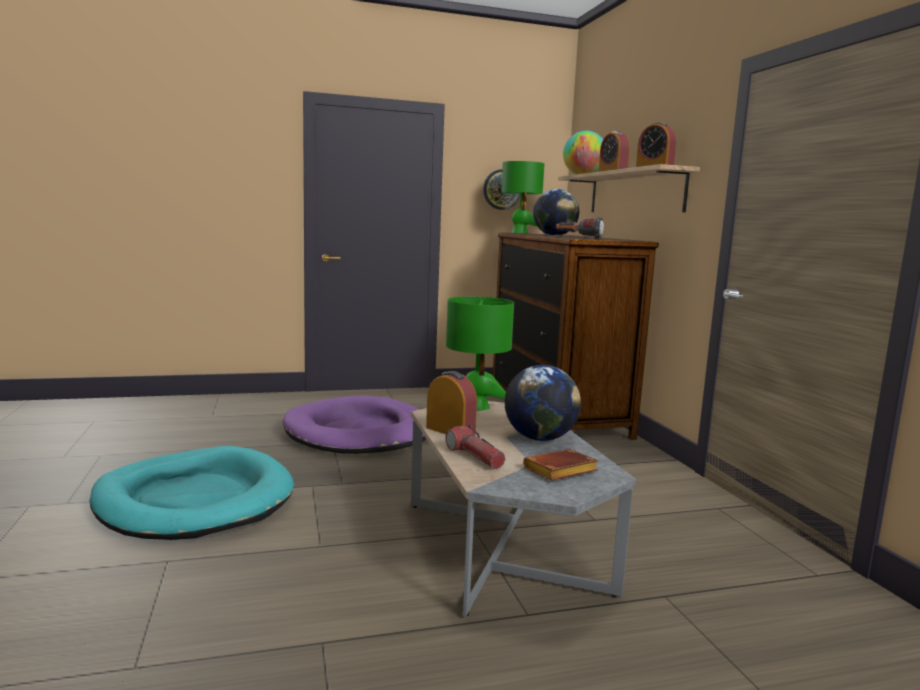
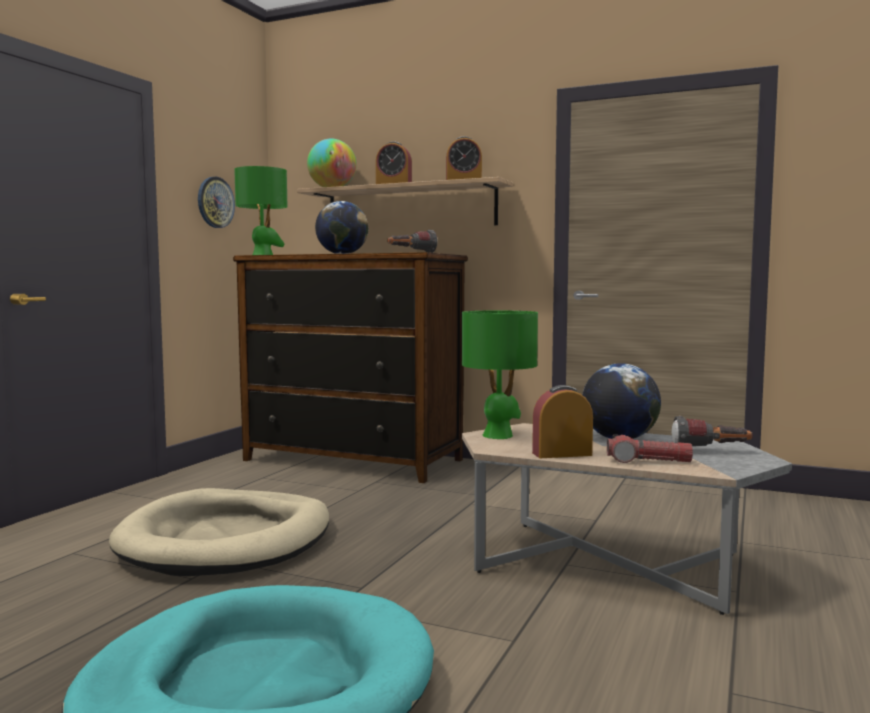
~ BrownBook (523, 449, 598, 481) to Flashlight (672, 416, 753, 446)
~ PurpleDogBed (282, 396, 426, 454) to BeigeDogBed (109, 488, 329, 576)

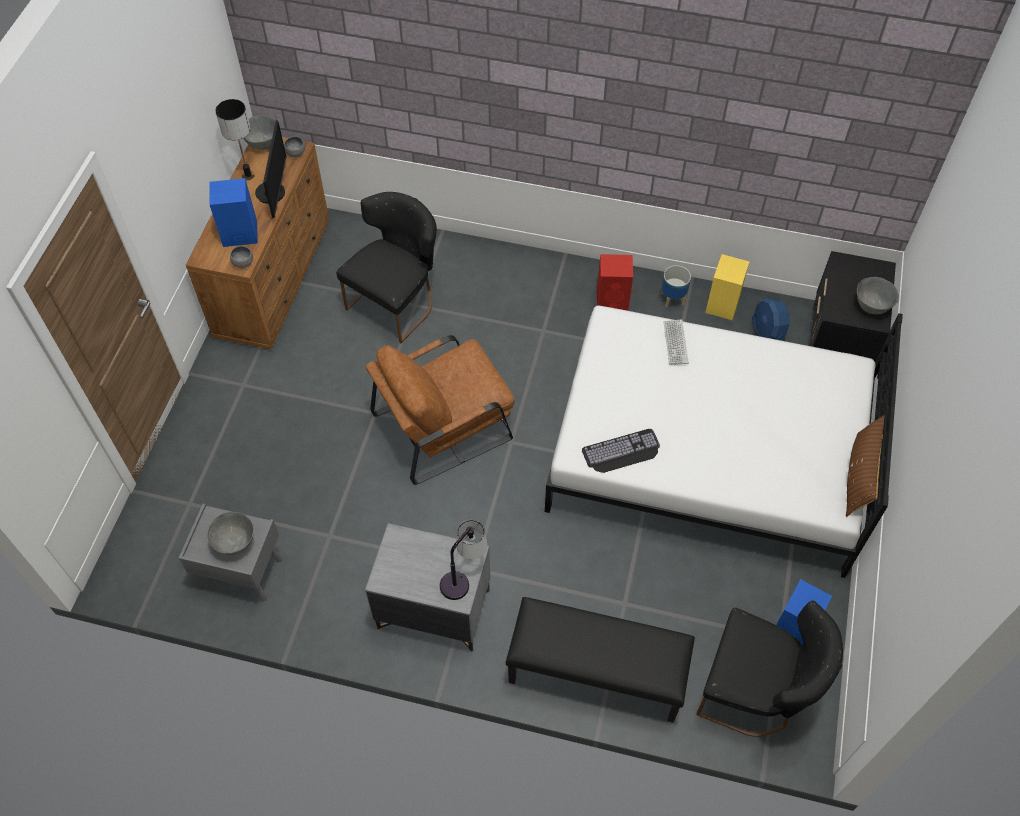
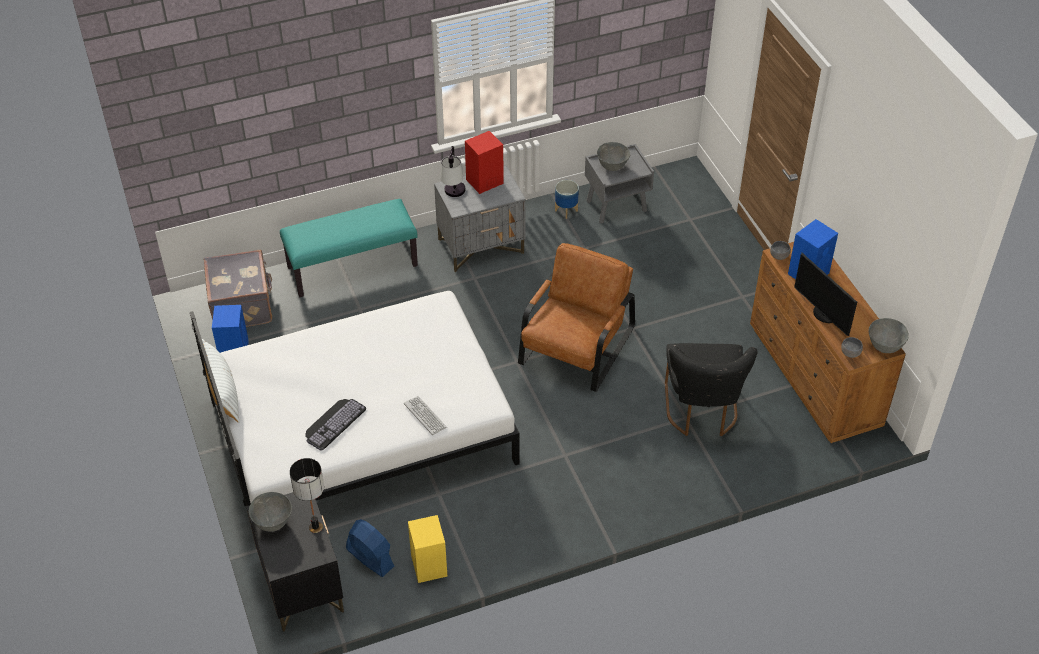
~ TableLamp (215, 99, 255, 180) to (290, 458, 324, 533)
~ Keyboard (582, 429, 660, 473) to (305, 399, 366, 451)
~ RedSpeaker (597, 254, 633, 311) to (465, 131, 504, 194)
~ Planter (661, 265, 691, 308) to (555, 180, 579, 219)
~ BlackChair (696, 601, 843, 737) to GreySuitcase (204, 250, 272, 327)
~ BlackBench (506, 597, 695, 723) to TurquoiseBench (280, 199, 418, 297)
~ BrownPillow (846, 414, 885, 517) to WhitePillow (202, 339, 239, 423)

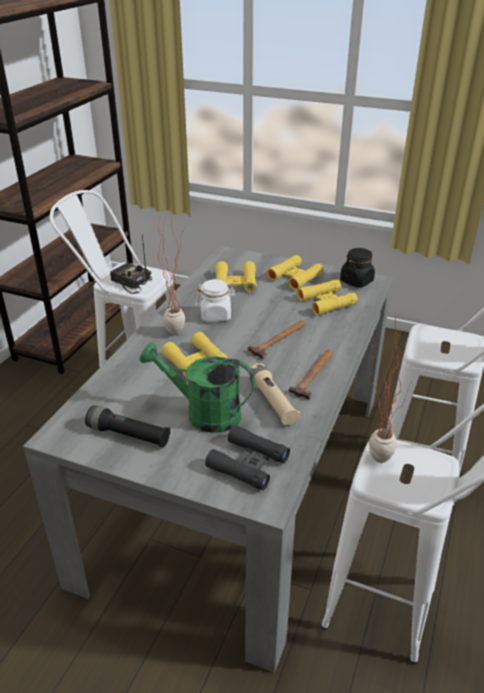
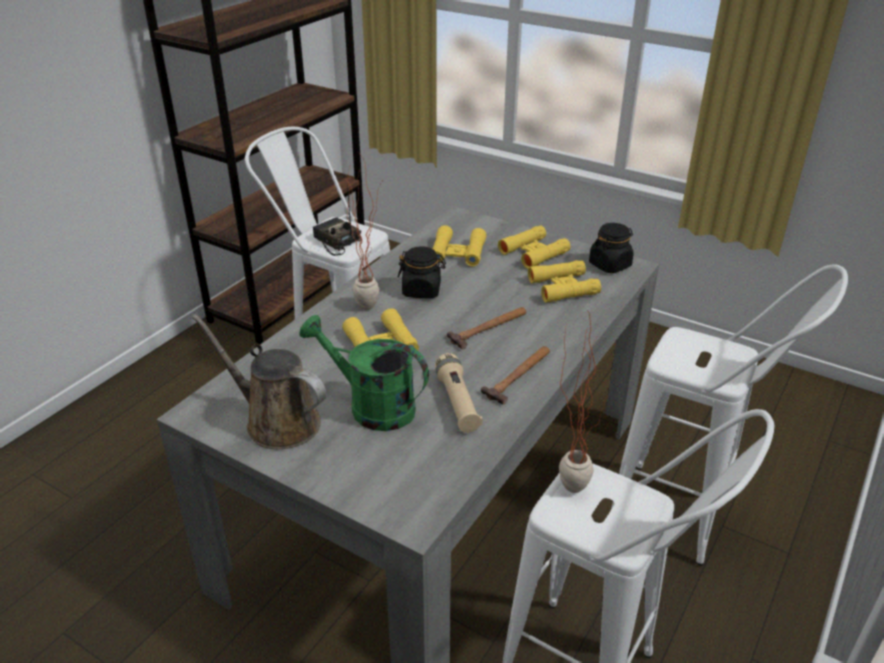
- BlackBinoculars (205, 425, 290, 490)
~ BlackFlashlight (85, 406, 171, 447) to BrownWateringCan (192, 314, 327, 449)
~ WhiteJar (196, 279, 235, 322) to BlackJar (398, 246, 446, 298)

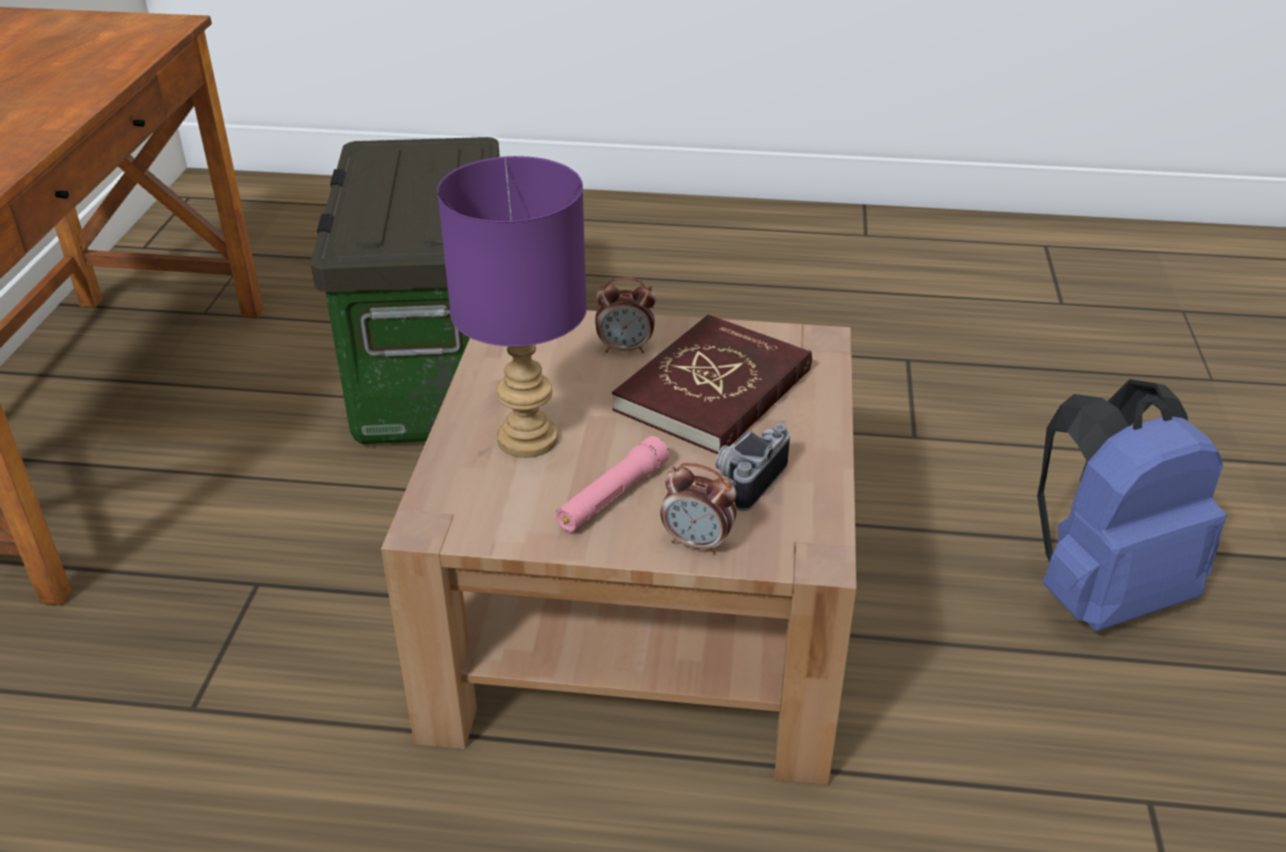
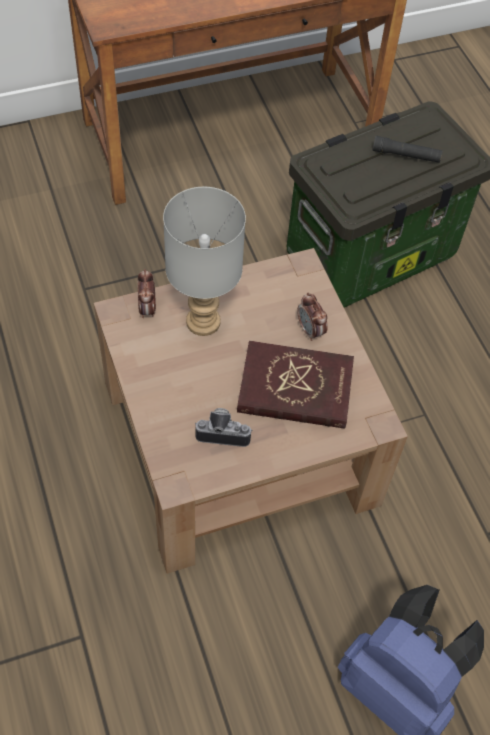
- PinkFlashlight (555, 436, 669, 532)
+ BlackFlashlight (372, 136, 443, 163)
~ AlarmClock (660, 463, 737, 555) to (138, 269, 156, 318)
~ PurpleTableLamp (437, 156, 587, 458) to GreyTableLamp (163, 187, 246, 336)

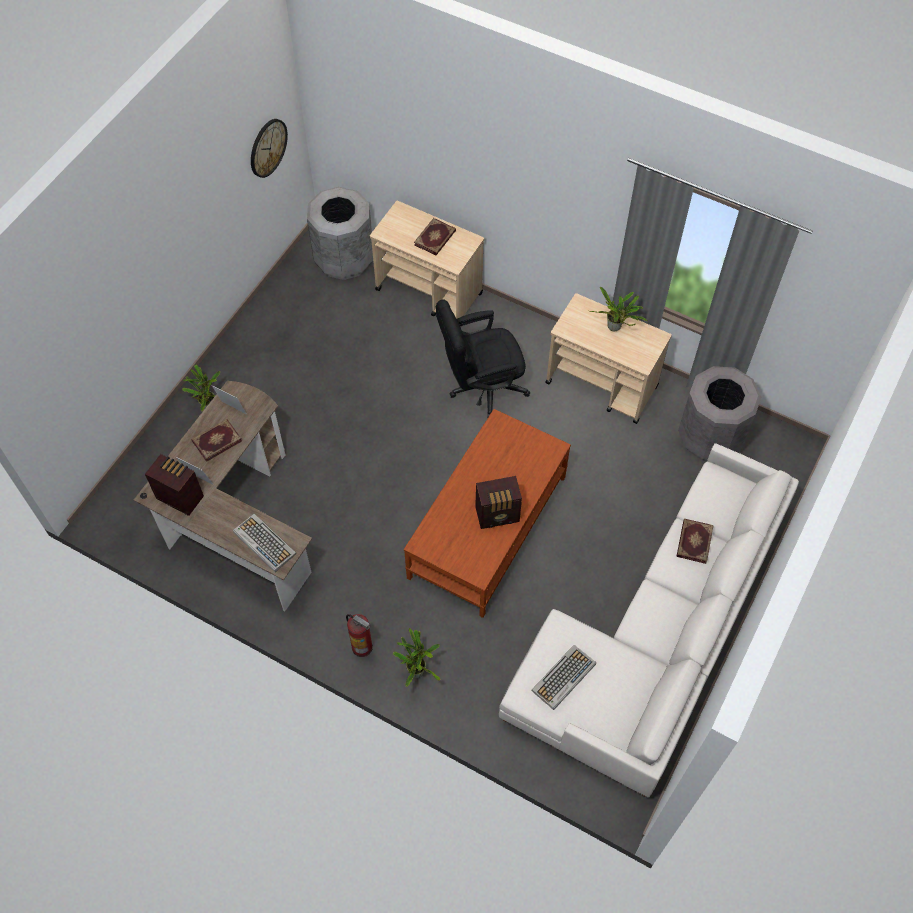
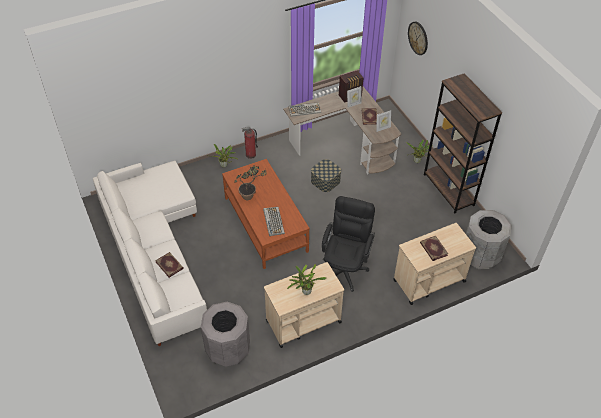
+ StorageBox (311, 159, 341, 192)
+ BrownBookcase (424, 73, 502, 214)
~ WallClock (251, 119, 288, 178) to (408, 21, 428, 55)
~ Keyboard (532, 645, 596, 710) to (263, 207, 285, 236)
~ Radio (475, 476, 522, 529) to PottedPlant (234, 166, 269, 200)

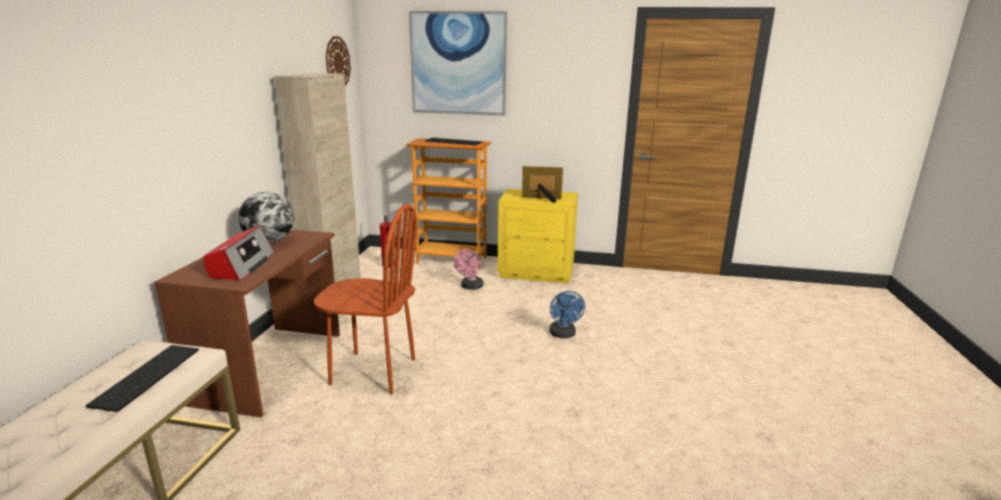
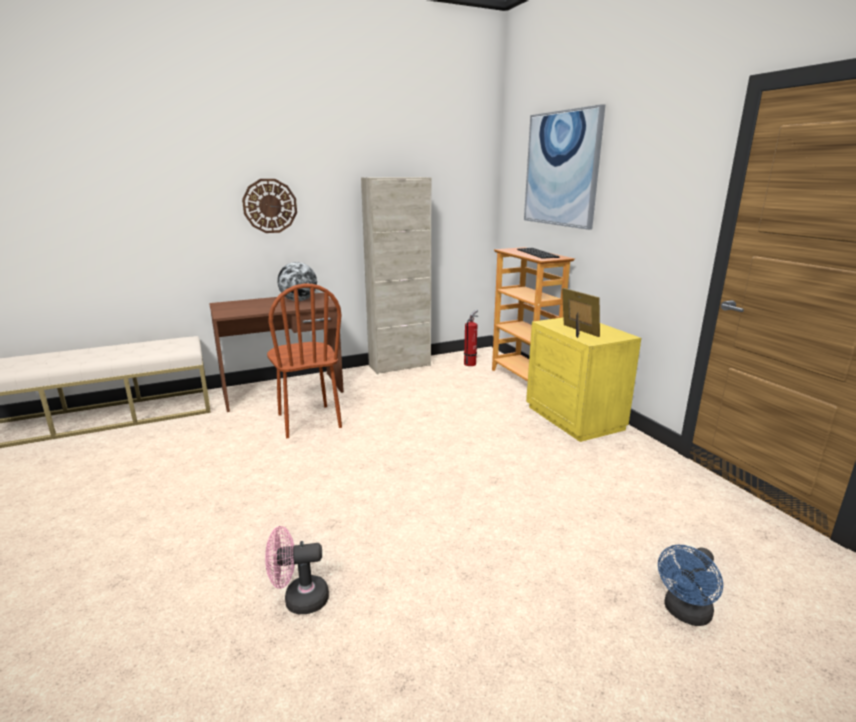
- Keyboard (86, 345, 199, 412)
- Radio (203, 226, 274, 281)
~ WallClock (326, 36, 351, 87) to (242, 179, 297, 233)
~ PinkFan (453, 248, 483, 290) to (265, 526, 329, 614)
~ BlueFan (549, 291, 585, 338) to (658, 545, 723, 626)

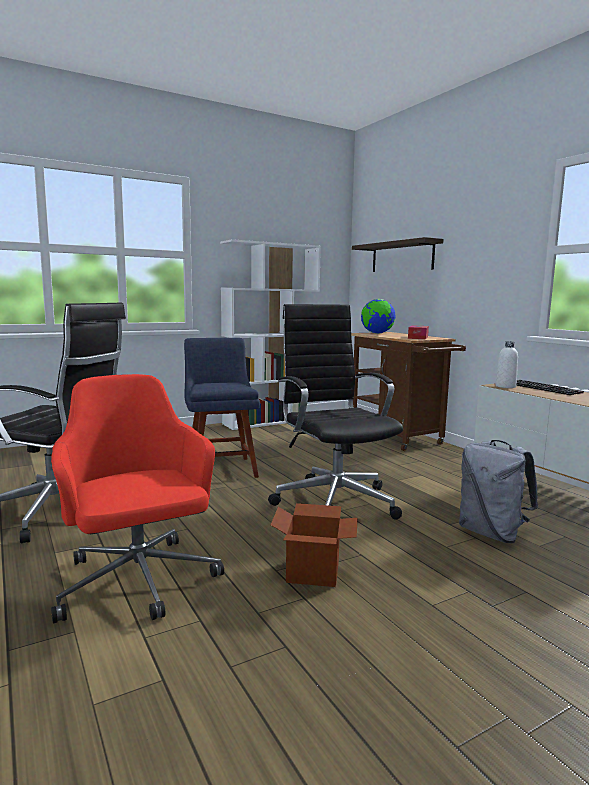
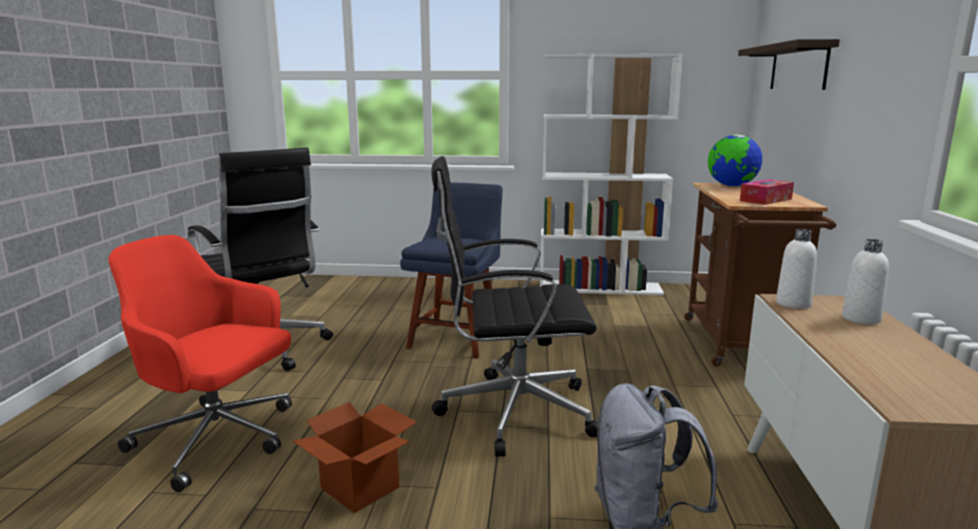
~ Keyboard (516, 380, 584, 395) to WhiteBottle (842, 239, 889, 324)
~ RedOfficeChair (51, 374, 224, 624) = (108, 235, 292, 492) 75 degrees counterclockwise
~ BlackOfficeChair (268, 304, 403, 519) = (431, 156, 598, 457) 105 degrees counterclockwise

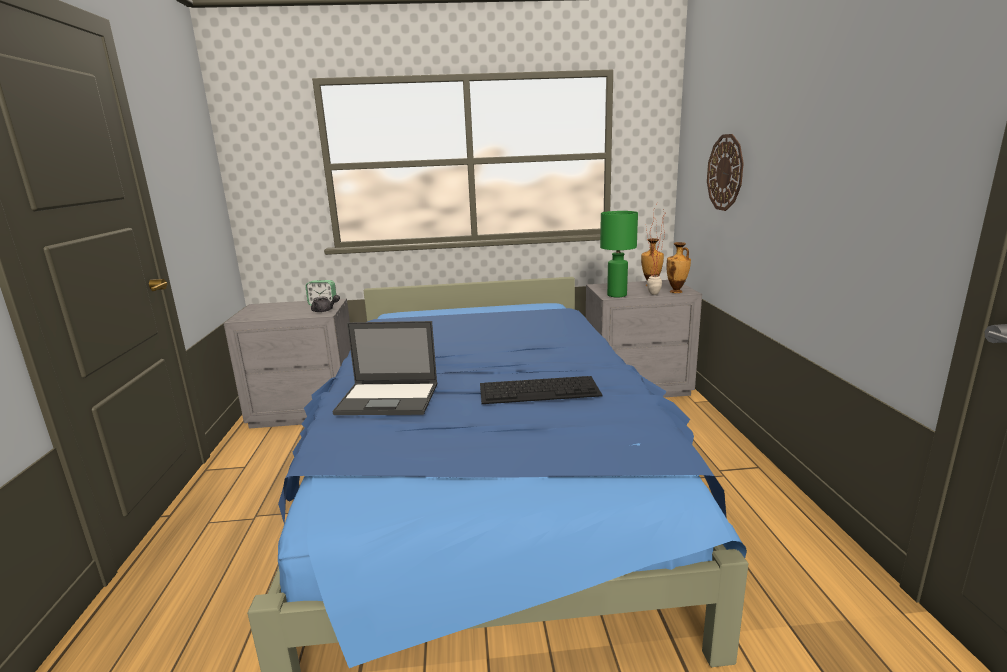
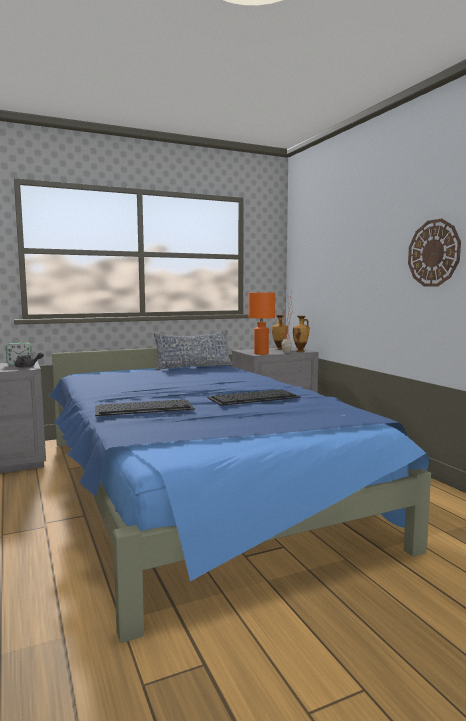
+ Pillow (154, 330, 233, 370)
~ WallClock (707, 134, 744, 211) to (408, 219, 461, 287)
~ Laptop (332, 321, 438, 415) to Keyboard (95, 399, 195, 416)
~ GreenTableLamp (600, 211, 638, 297) to OrangeTableLamp (248, 292, 275, 355)

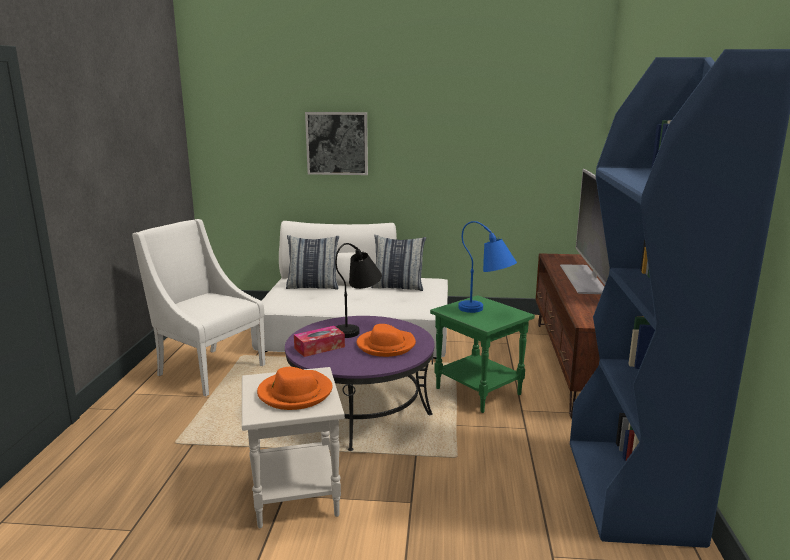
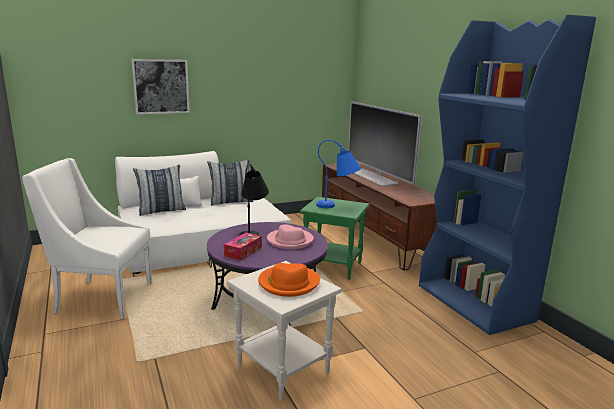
~ OrangeHat (357, 324, 416, 357) to PinkHat (267, 224, 314, 249)

